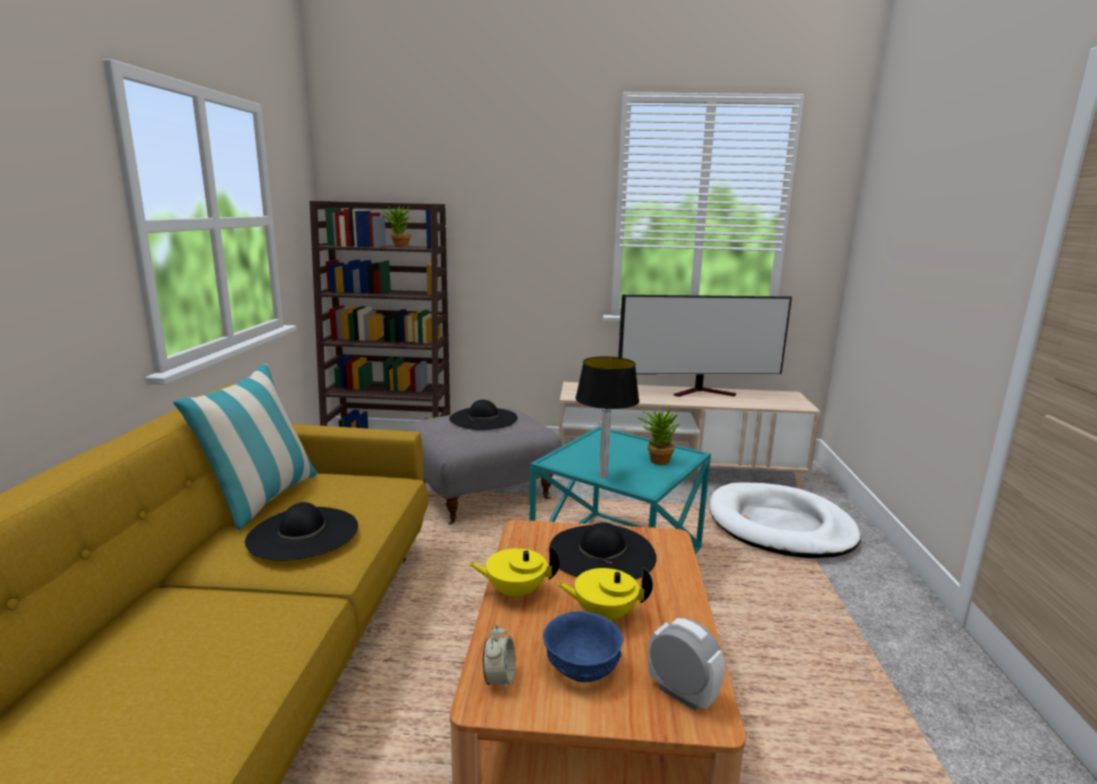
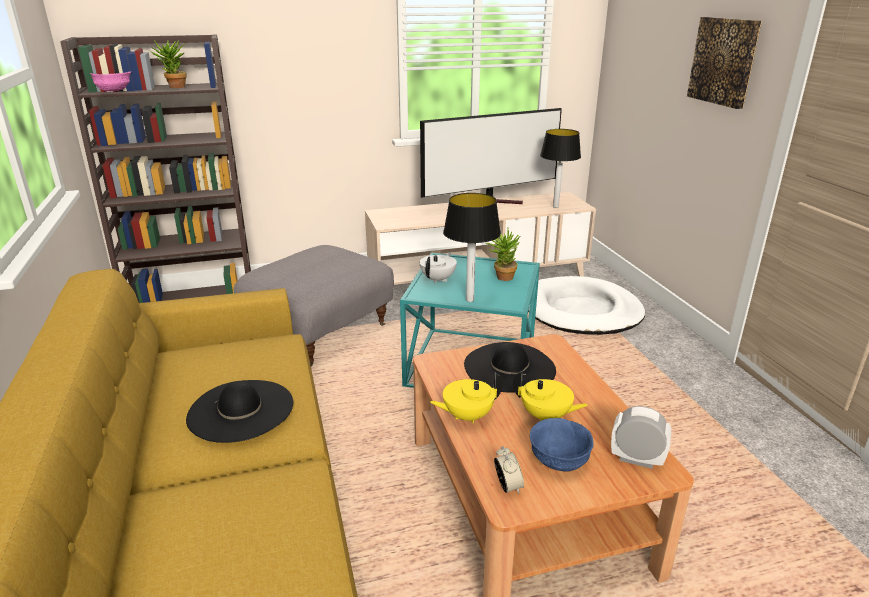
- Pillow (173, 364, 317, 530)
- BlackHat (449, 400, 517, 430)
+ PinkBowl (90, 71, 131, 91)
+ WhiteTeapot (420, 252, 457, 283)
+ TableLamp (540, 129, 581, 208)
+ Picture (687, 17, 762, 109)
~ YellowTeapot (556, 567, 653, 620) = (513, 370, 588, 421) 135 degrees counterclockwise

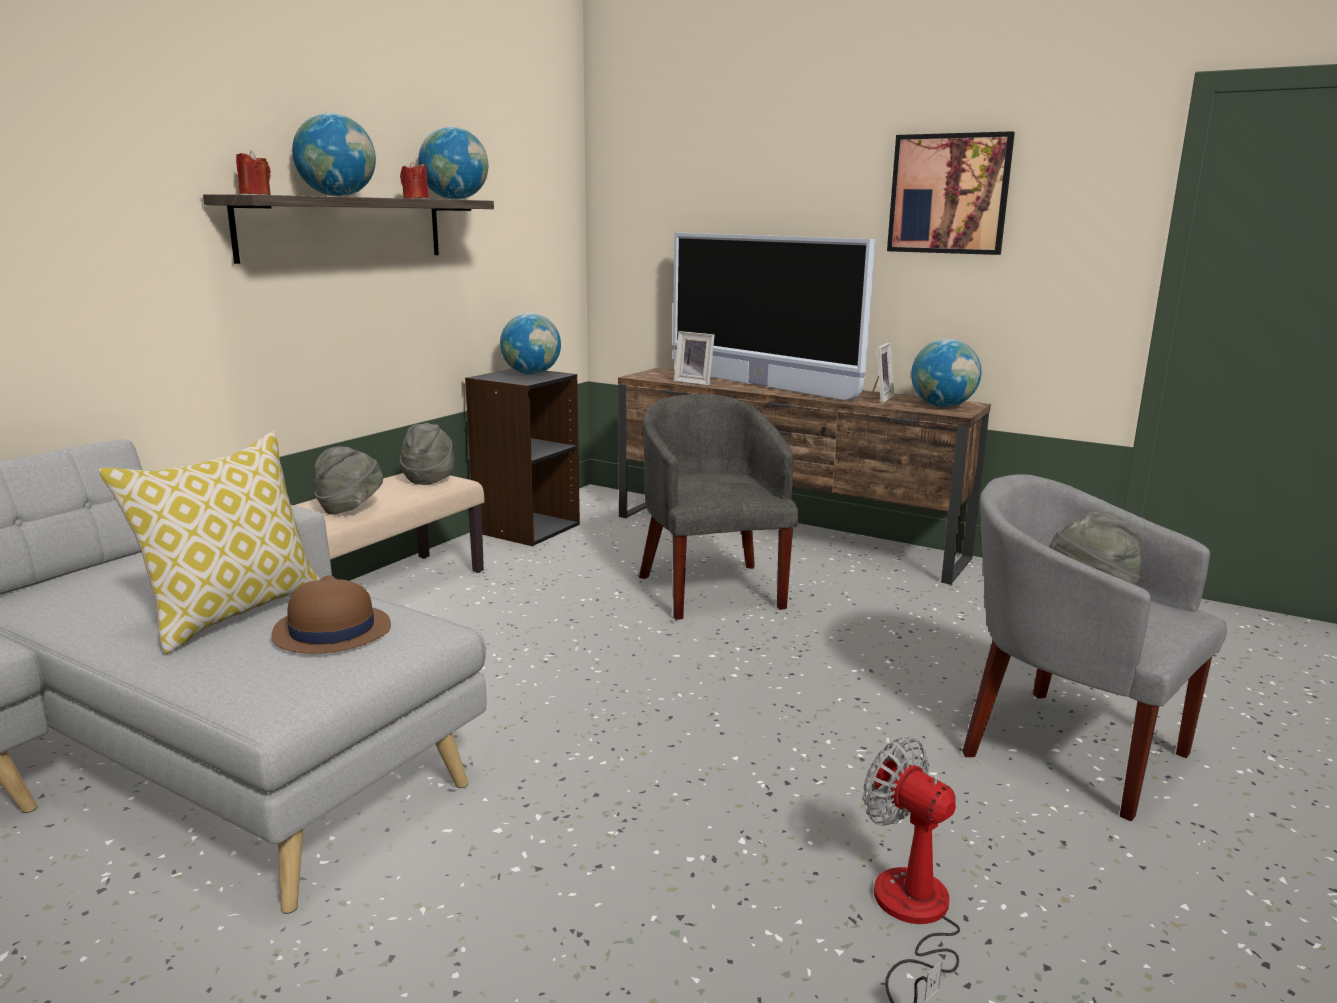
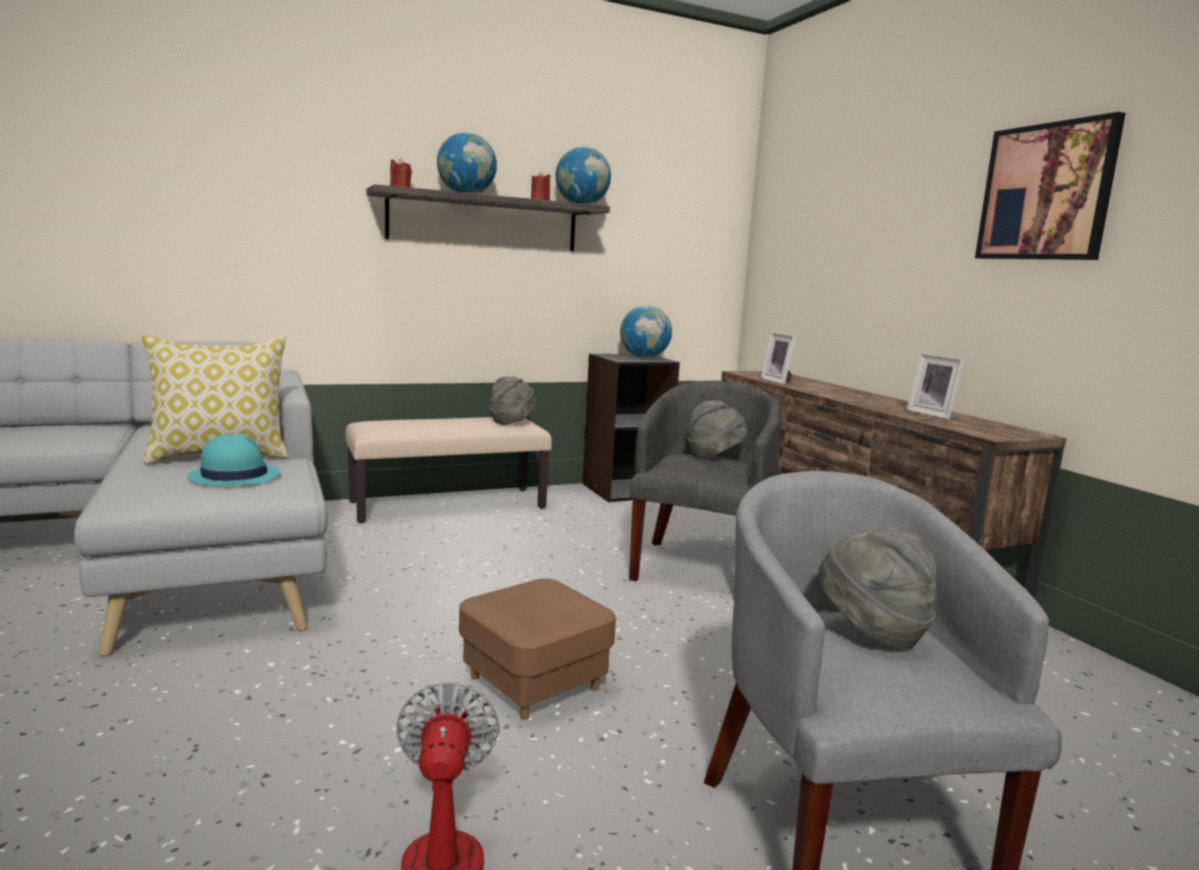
- Television (673, 233, 876, 401)
- Globe (911, 339, 981, 407)
+ BrownOttoman (459, 578, 616, 720)
~ GreyHat (315, 446, 383, 515) to (687, 400, 748, 457)
~ BrownHat (271, 575, 391, 654) to TurquoiseHat (187, 434, 281, 486)
~ PictureFrame (871, 342, 894, 403) = (907, 353, 965, 420) 90 degrees clockwise

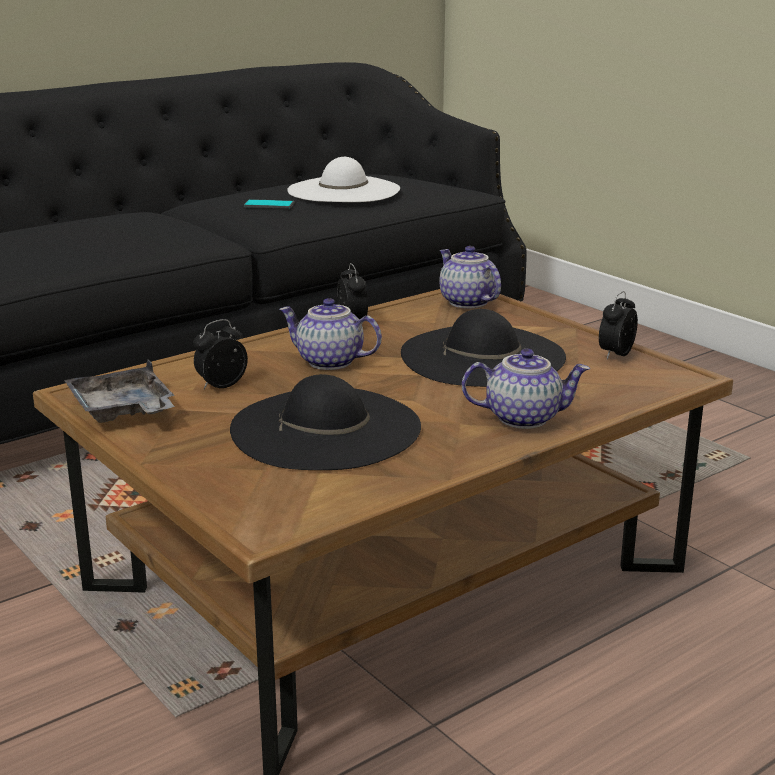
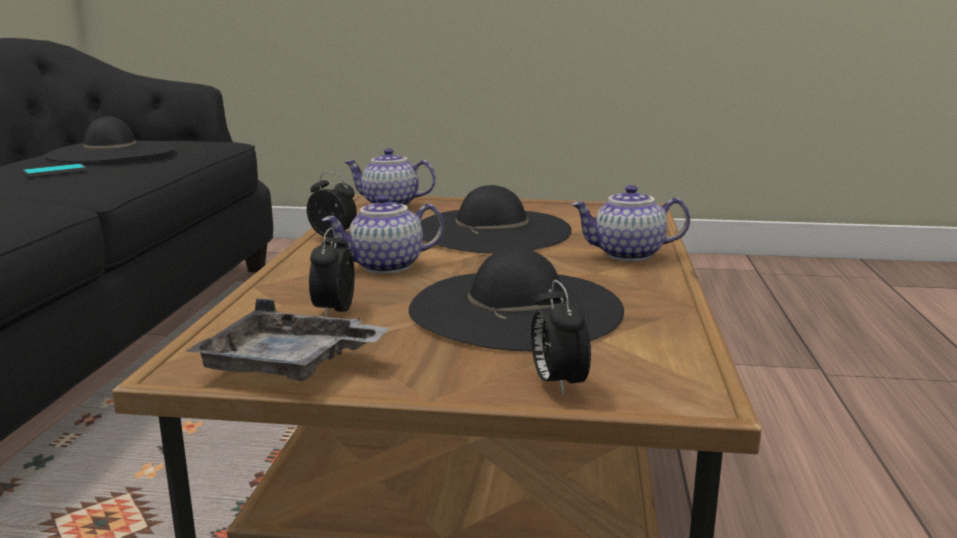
~ AlarmClock (599, 291, 638, 359) to (531, 280, 591, 396)
~ WhiteHat (287, 157, 400, 202) to BlackHat (44, 116, 175, 162)
~ Teapot (462, 349, 590, 429) = (571, 185, 690, 261) 135 degrees counterclockwise

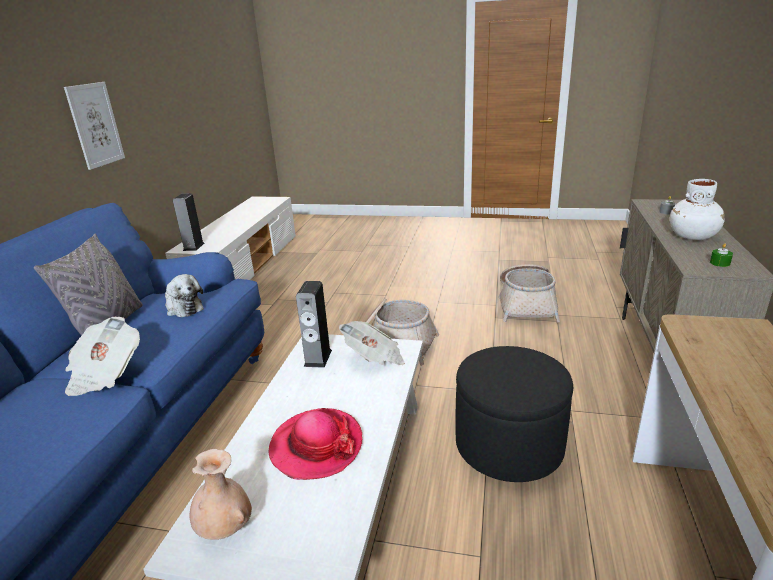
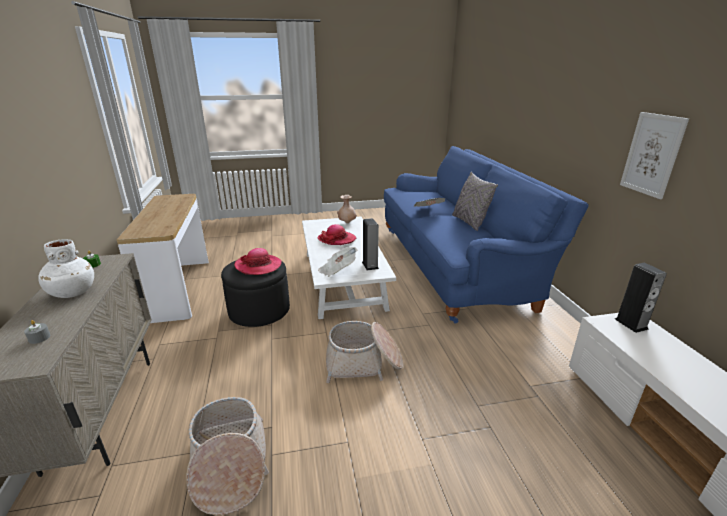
- PlushToy (165, 274, 204, 317)
+ Hat (234, 248, 282, 275)

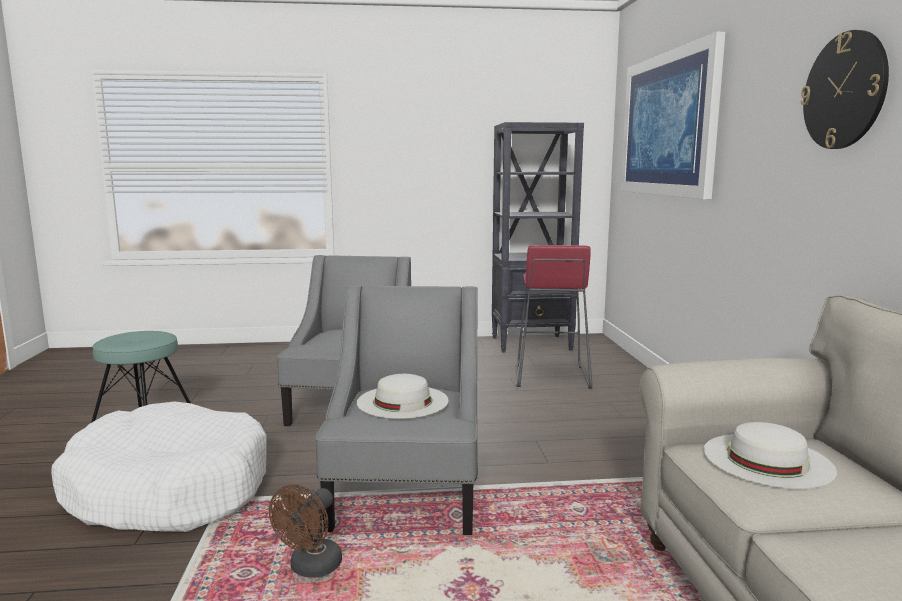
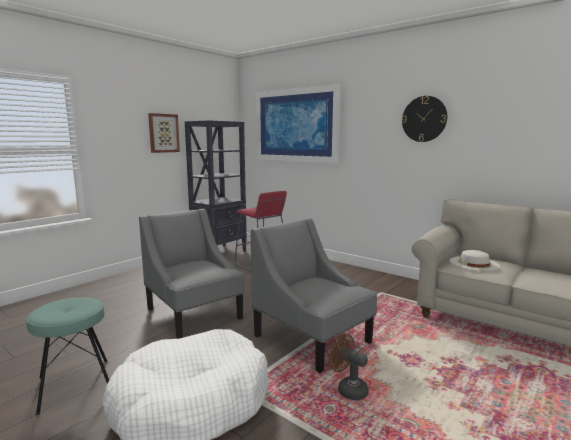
- WhiteHat (357, 374, 449, 419)
+ Picture (148, 113, 180, 153)
~ BrownFan (269, 484, 342, 578) = (329, 333, 369, 400) 150 degrees clockwise

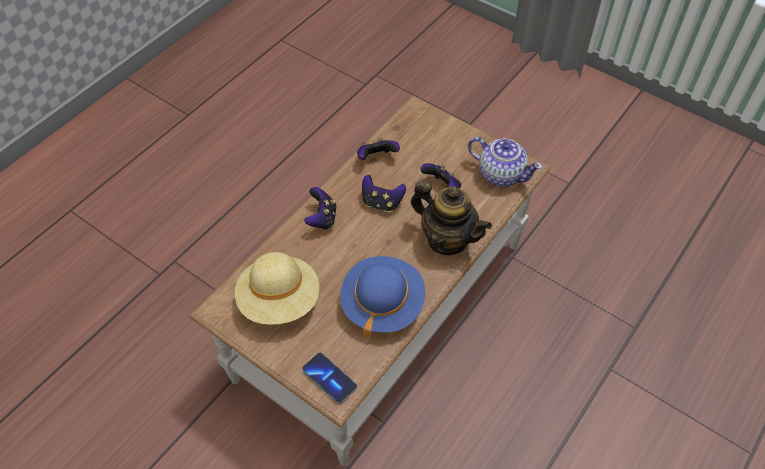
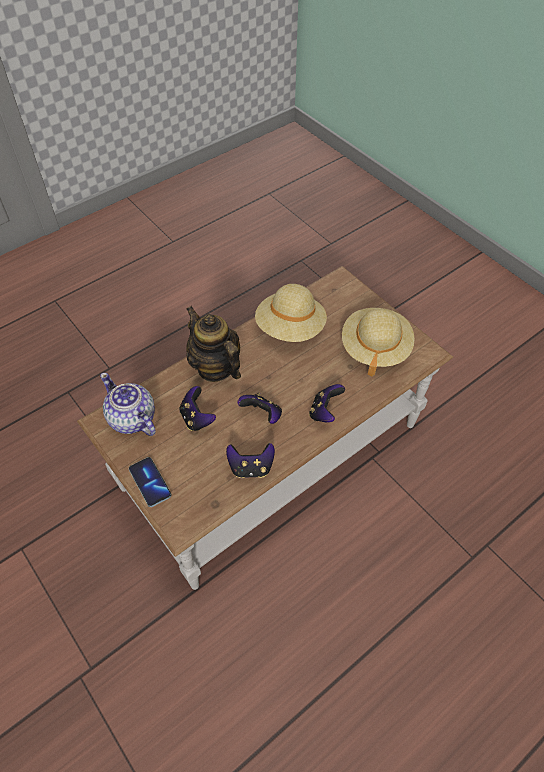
~ Phone (302, 353, 357, 404) to (129, 457, 171, 507)
~ BlueHat (340, 256, 425, 340) to BeigeHat (255, 284, 327, 342)

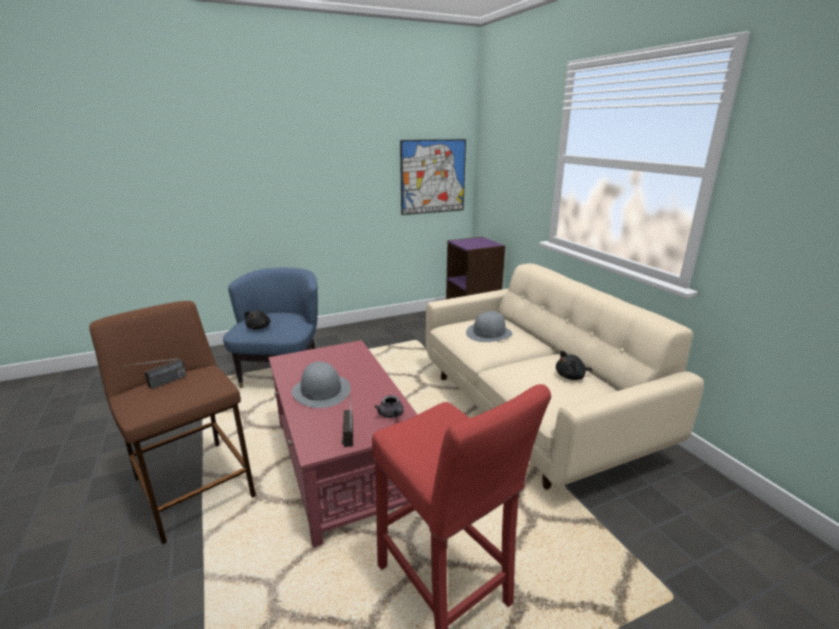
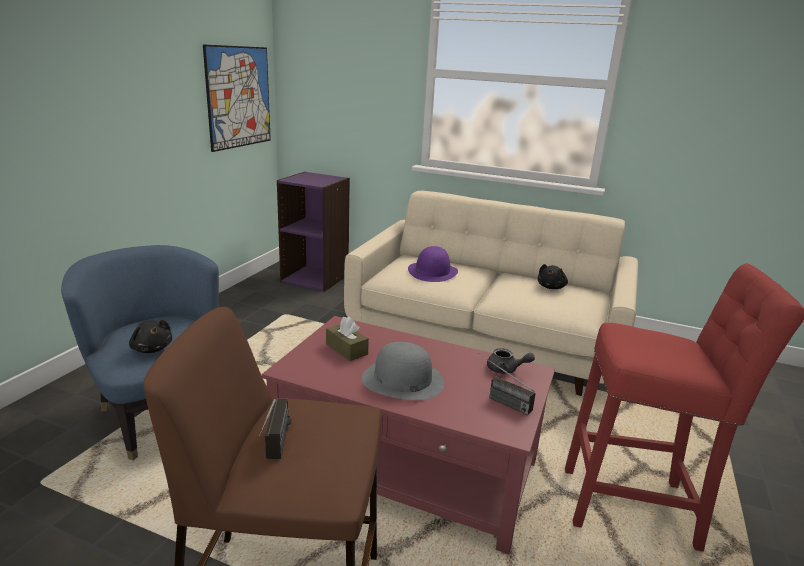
+ BrownTissueBox (326, 317, 369, 361)
~ GreyHat (466, 311, 513, 342) to PurpleHat (408, 246, 458, 282)

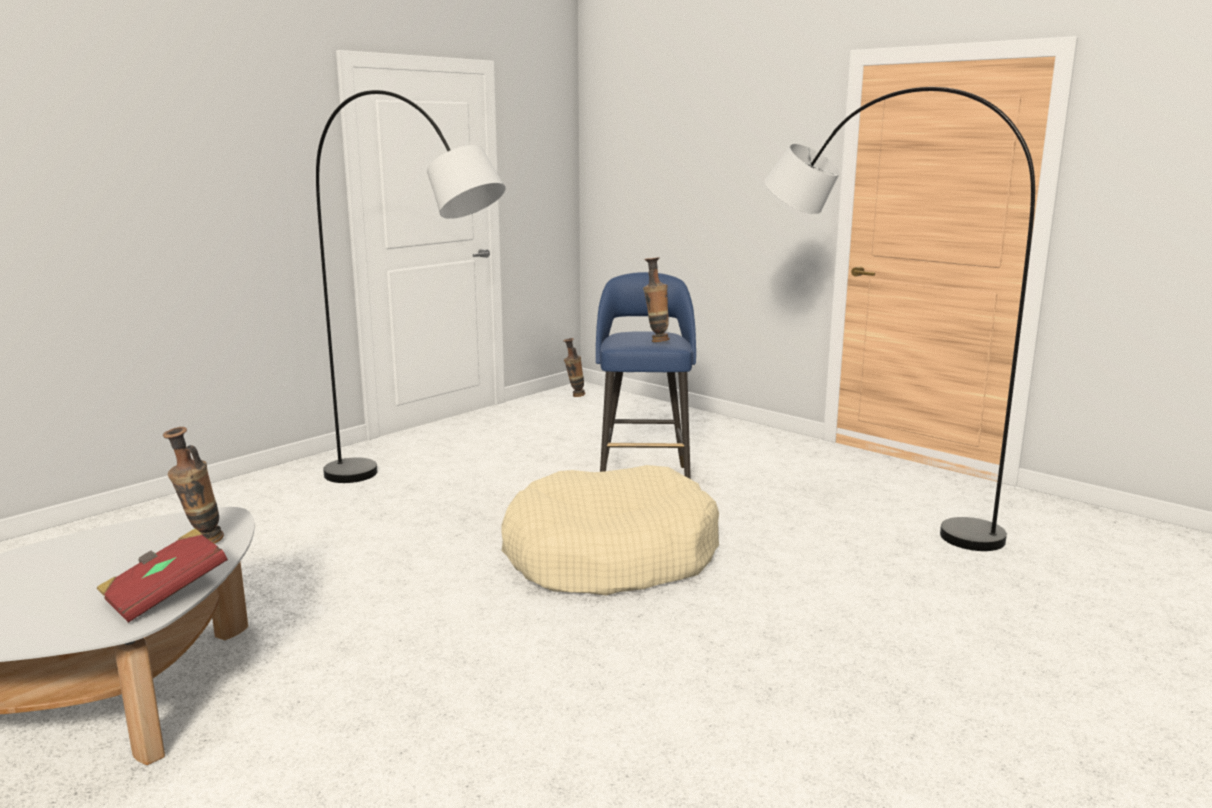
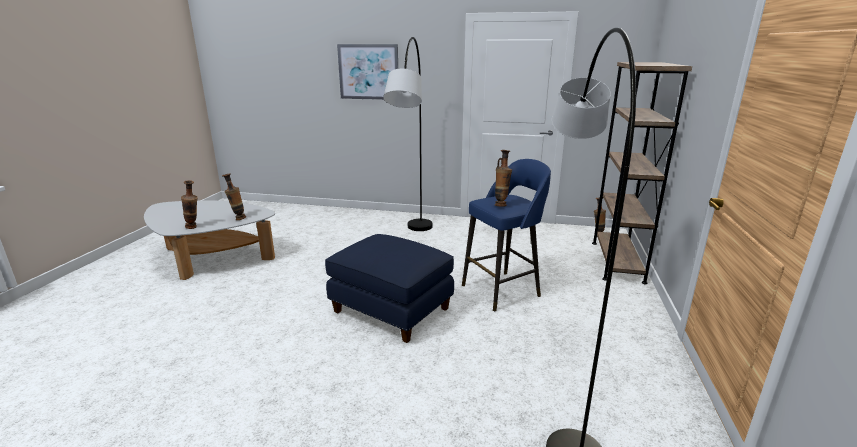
+ Picture (337, 44, 398, 100)
+ BrownBookcase (592, 62, 692, 285)
~ RedBook (97, 528, 228, 623) to Vase (181, 180, 198, 229)
~ BeigeDogBed (502, 465, 719, 596) to BlueOttoman (325, 234, 454, 343)

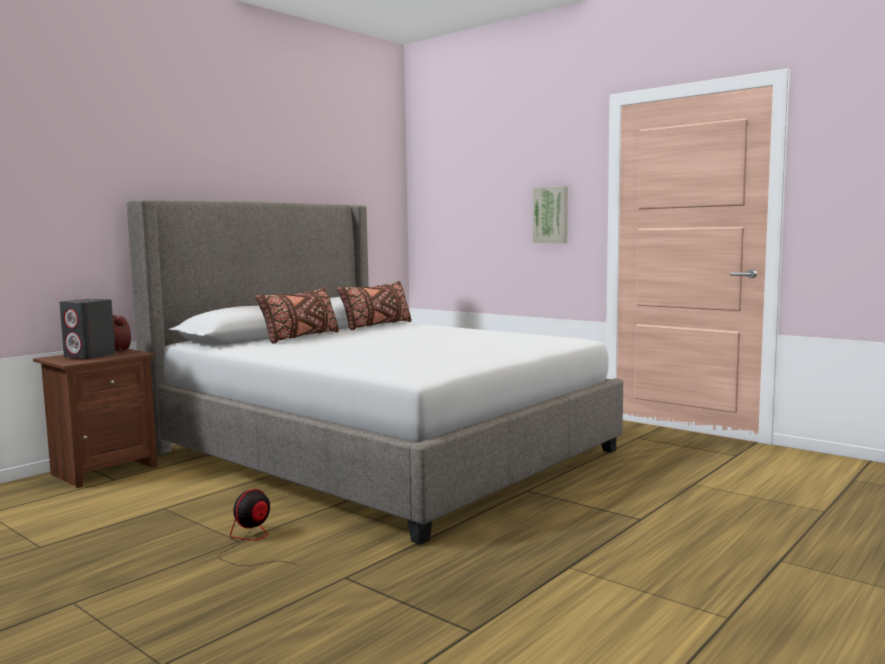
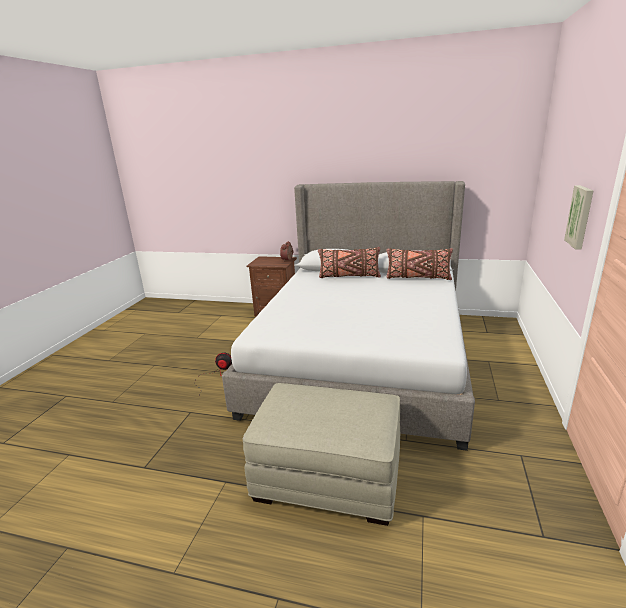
- GreySpeaker (59, 299, 115, 359)
+ BeigeOttoman (243, 383, 401, 526)

